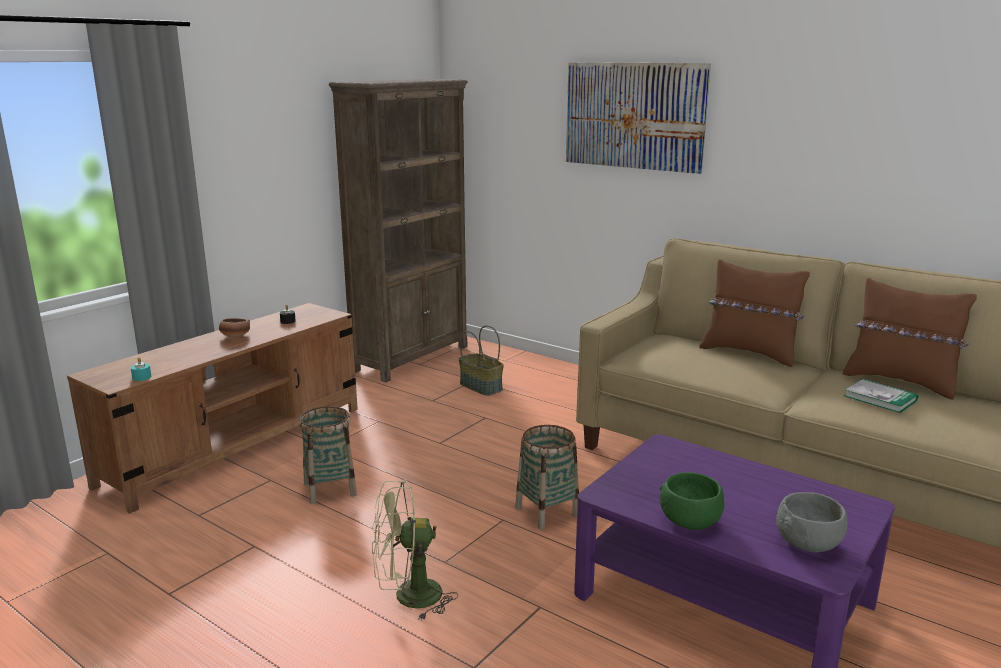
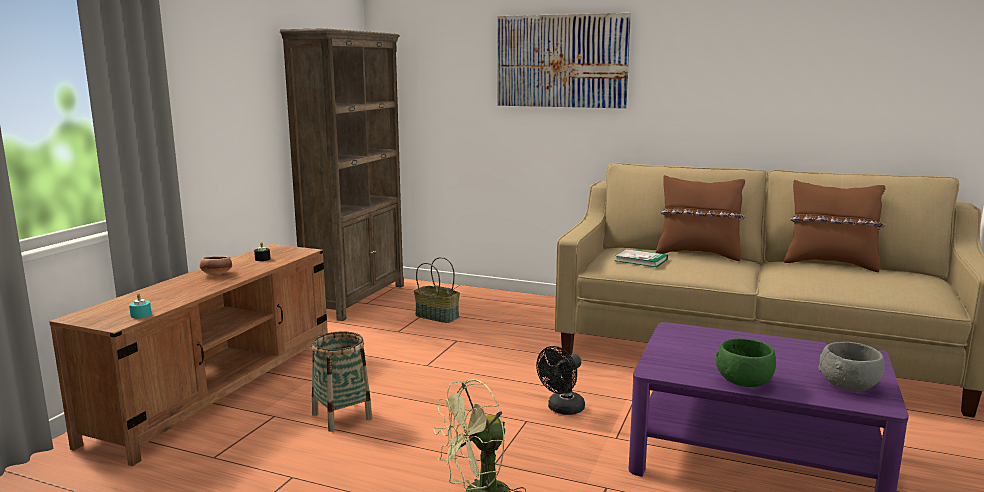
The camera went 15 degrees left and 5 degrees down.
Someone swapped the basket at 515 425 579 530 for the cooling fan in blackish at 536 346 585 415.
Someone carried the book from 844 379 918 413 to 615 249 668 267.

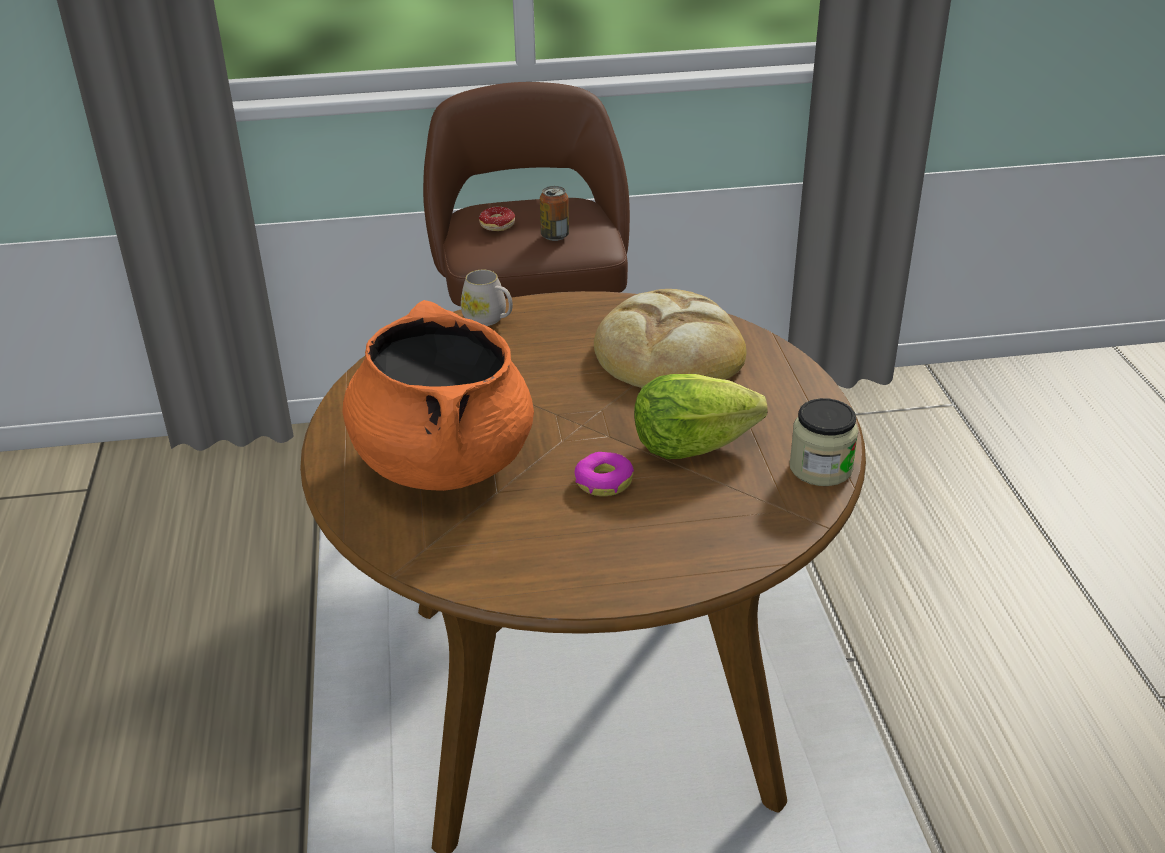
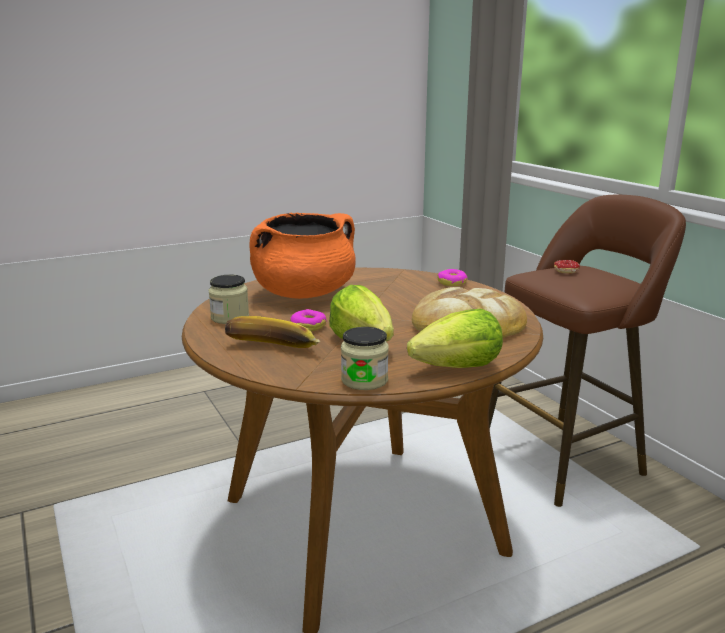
The camera went 70 degrees right and 15 degrees down.
Someone swapped the mug in white at 461 270 513 326 for the ring doughnut at 437 269 468 286.
Someone took away the sealed can at 540 186 569 241.
Someone put down the jar at 209 275 249 324.
Someone put down the banana at 225 316 320 348.
Someone put down the lettuce head at 407 309 503 368.

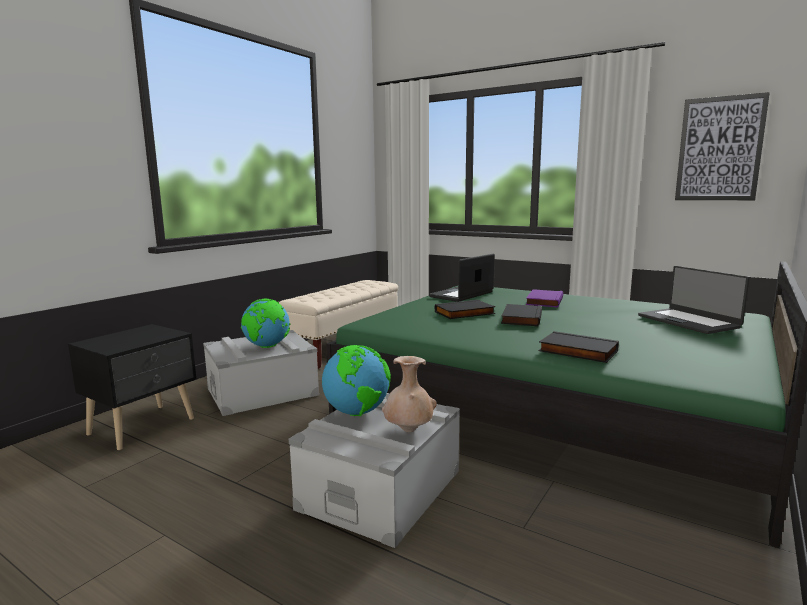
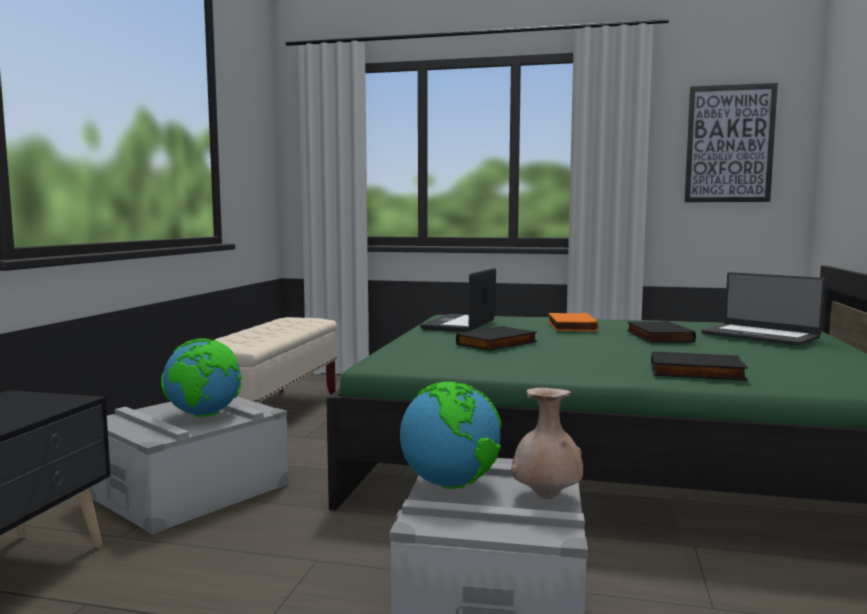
The camera went 20 degrees left and 5 degrees down.
Someone carried the book in blackish from 501 304 542 327 to 627 321 696 343.
Someone repainted the book in purple-coloured at 526 289 563 308, which became the book in orangey at 548 313 598 332.

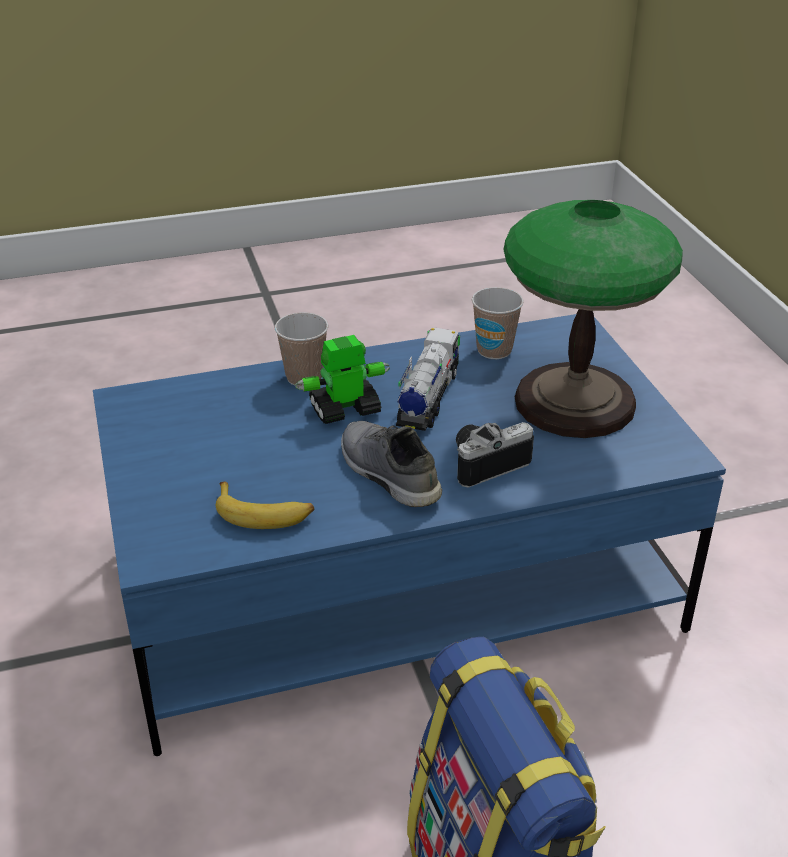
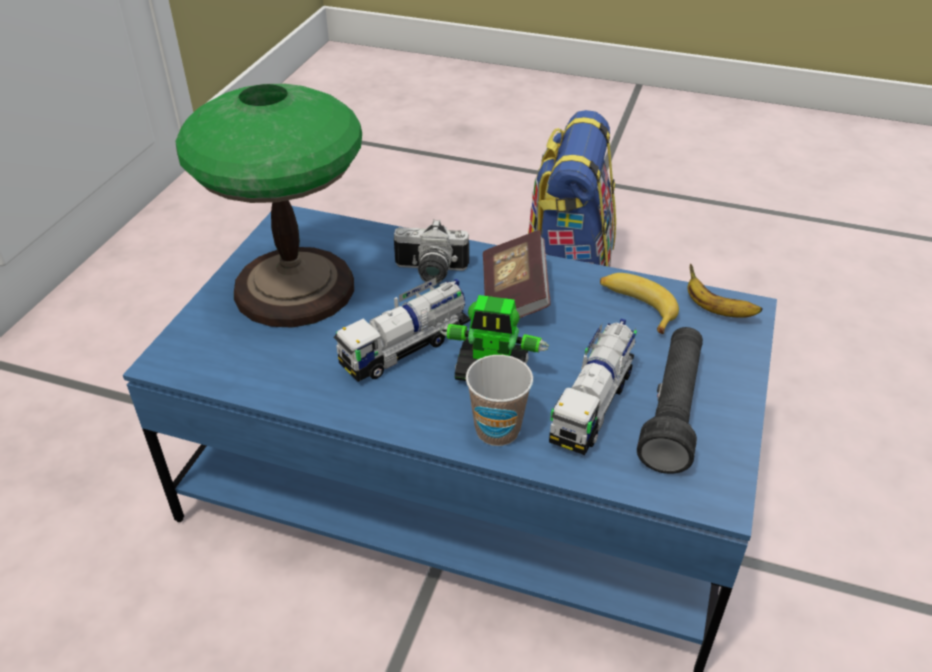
The camera went 145 degrees left and 5 degrees up.
Someone swapped the low shoe in grey at 341 421 442 507 for the book at 483 230 551 318.
Someone took away the drinking cup at 472 287 524 359.
Someone put down the model truck at 549 319 637 455.
Someone put down the torch in blackish at 637 327 703 474.
Someone put down the banana at 687 264 763 318.

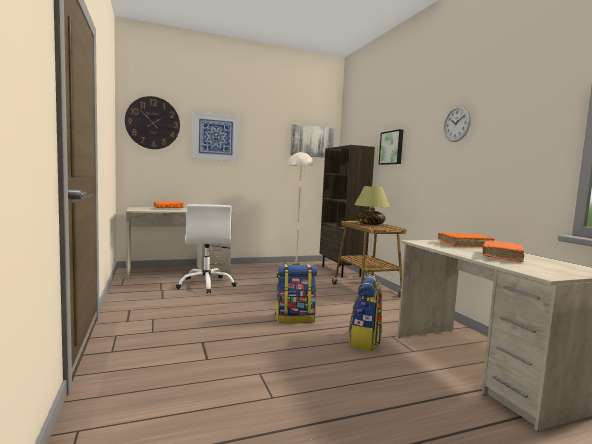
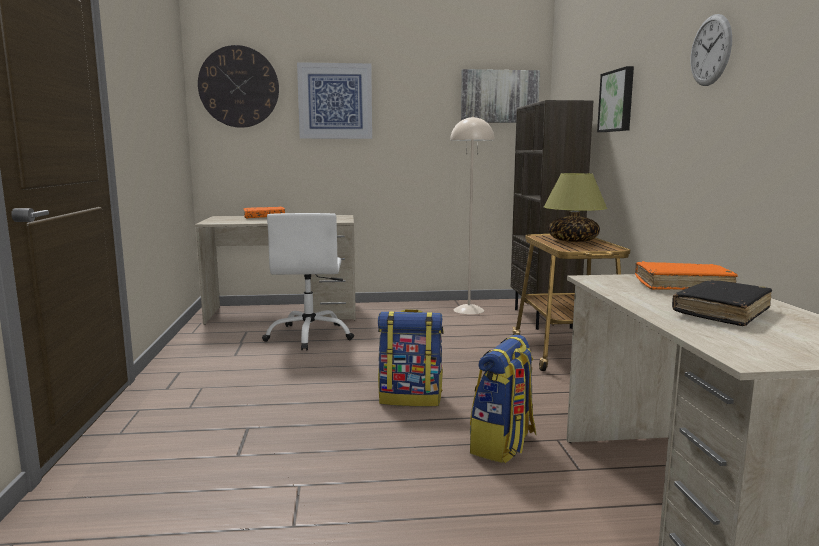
The camera went 15 degrees right and 5 degrees up.
Someone repainted the book in orangey at 483 241 524 262, which became the book in blackish at 672 280 772 326.

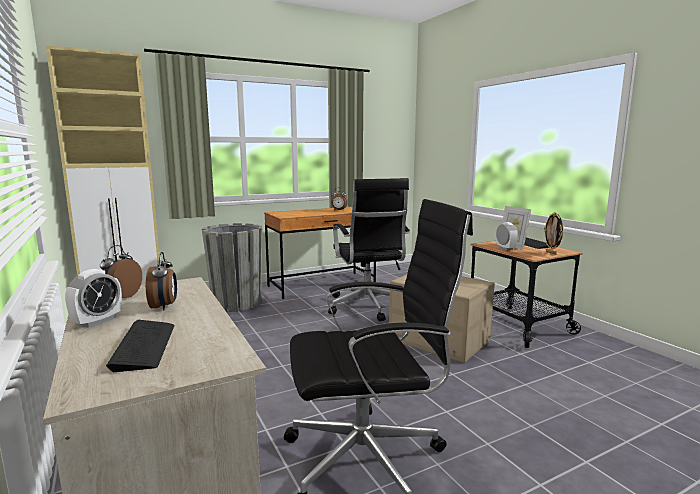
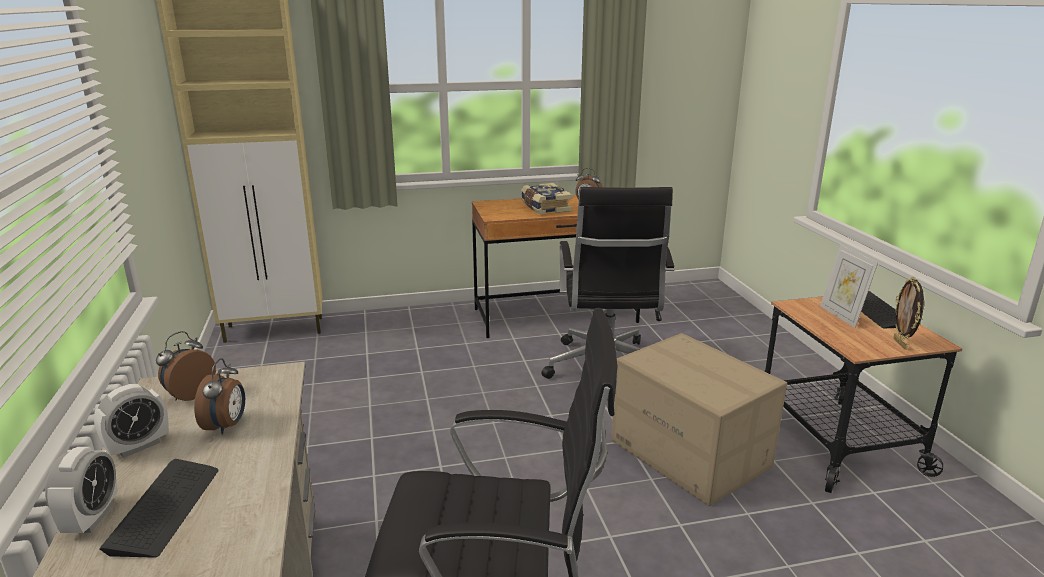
The camera went 15 degrees right and 10 degrees up.
Someone took away the flower pot in grey at 202 223 263 312.
Someone carried the alarm clock from 496 222 518 251 to 45 447 118 533.
Someone put down the book at 521 183 572 215.

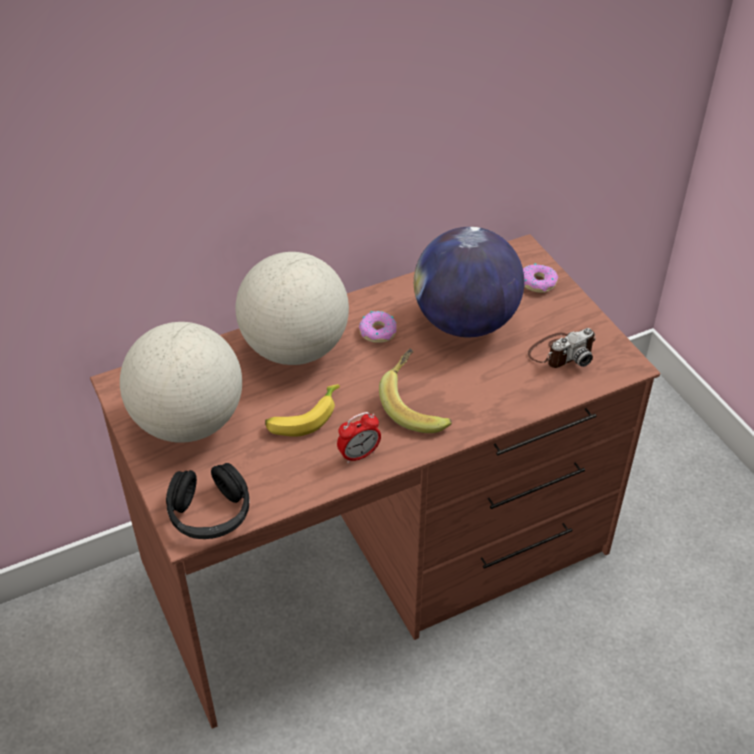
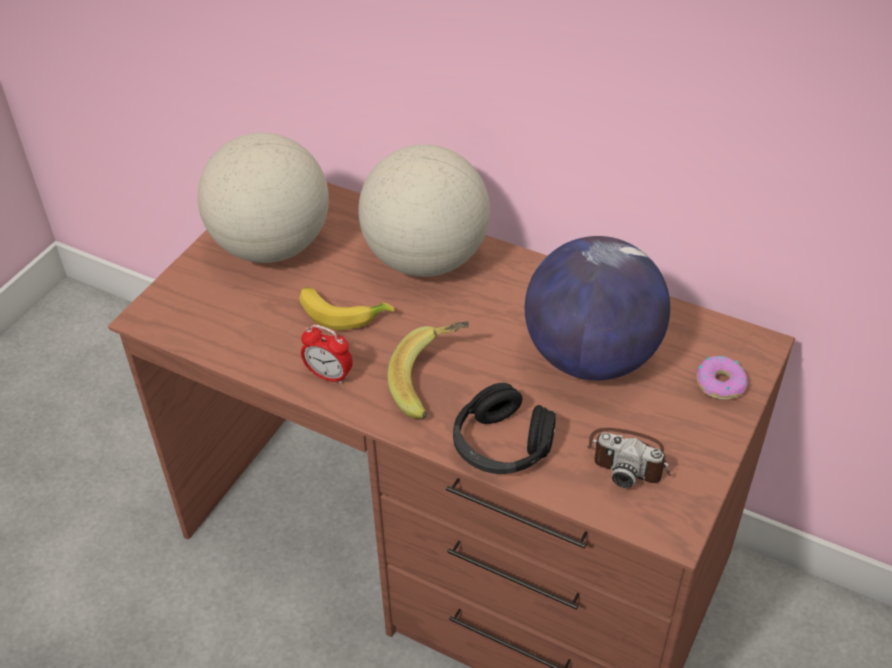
The camera went 55 degrees right and 0 degrees up.
Someone carried the pair of headphones in blackish from 166 463 249 539 to 453 383 556 474.
Someone took away the ring doughnut at 359 311 397 343.

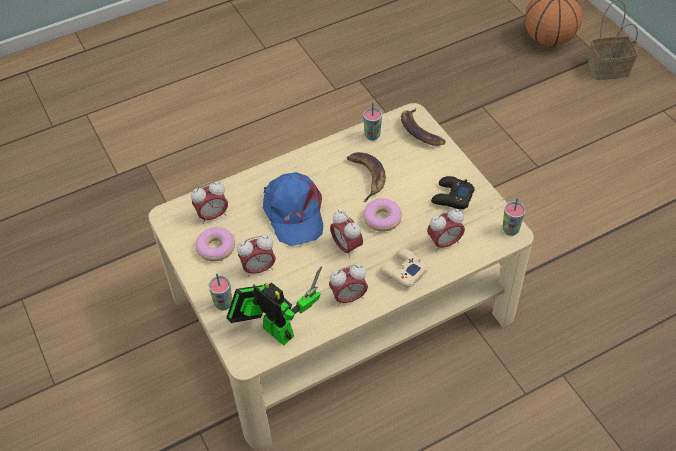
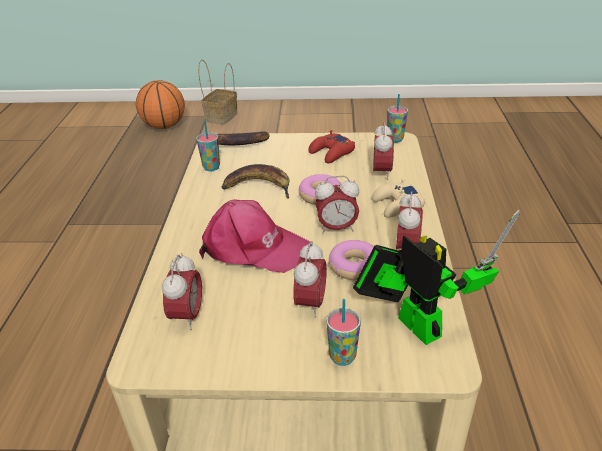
The camera went 60 degrees left and 15 degrees down.
Someone carried the ring doughnut from 196 227 235 261 to 329 240 374 280.
Someone rotated the model robot at 226 266 322 346 by 75 degrees clockwise.
Someone repainted the baseball cap in blue-coloured at 263 172 323 246, which became the baseball cap in pinkish at 199 199 310 273.
Someone repainted the game controller in blackish at 431 176 475 209, which became the game controller in red at 308 130 355 163.

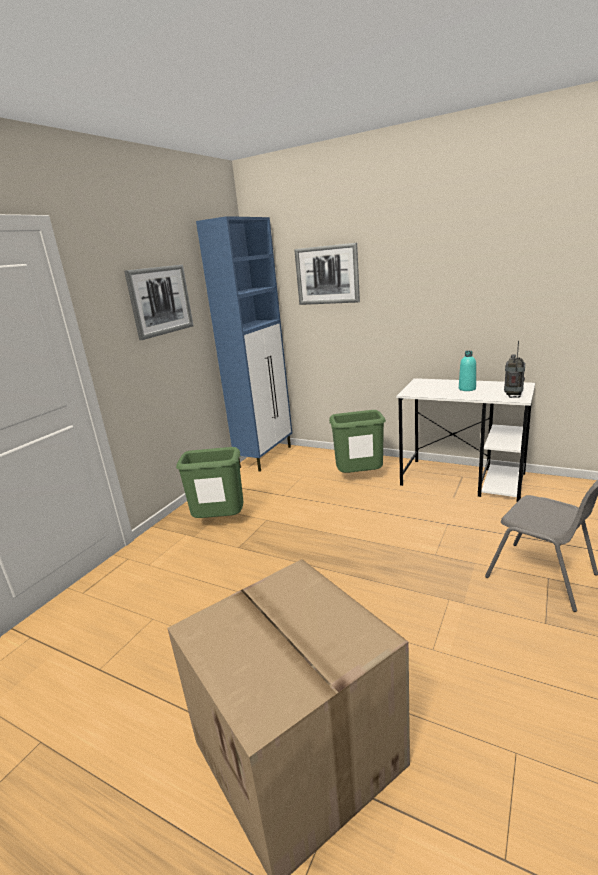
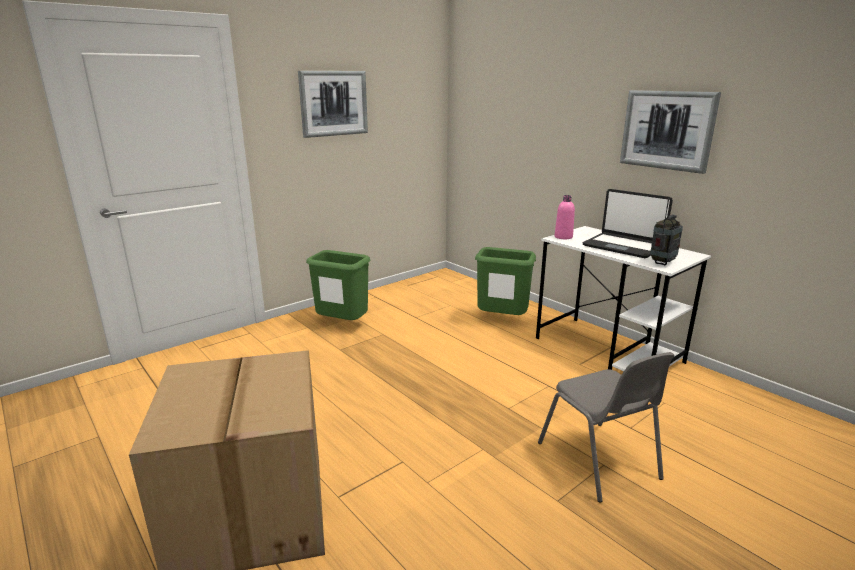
The camera went 20 degrees right and 0 degrees up.
Someone took away the storage cabinet in blue-coloured at 196 216 292 472.
Someone carried the wall art from 294 243 360 305 to 620 90 721 174.
Someone swapped the bottle in turquoise at 459 351 476 391 for the notebook computer at 583 189 673 258.
Someone put down the bottle in pinkish at 555 195 575 239.

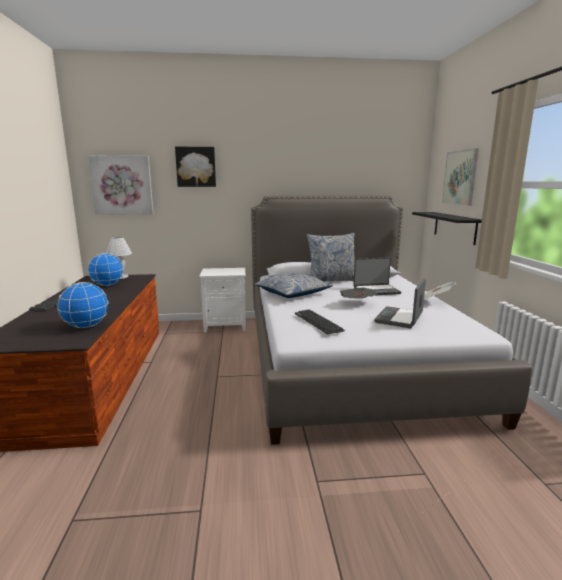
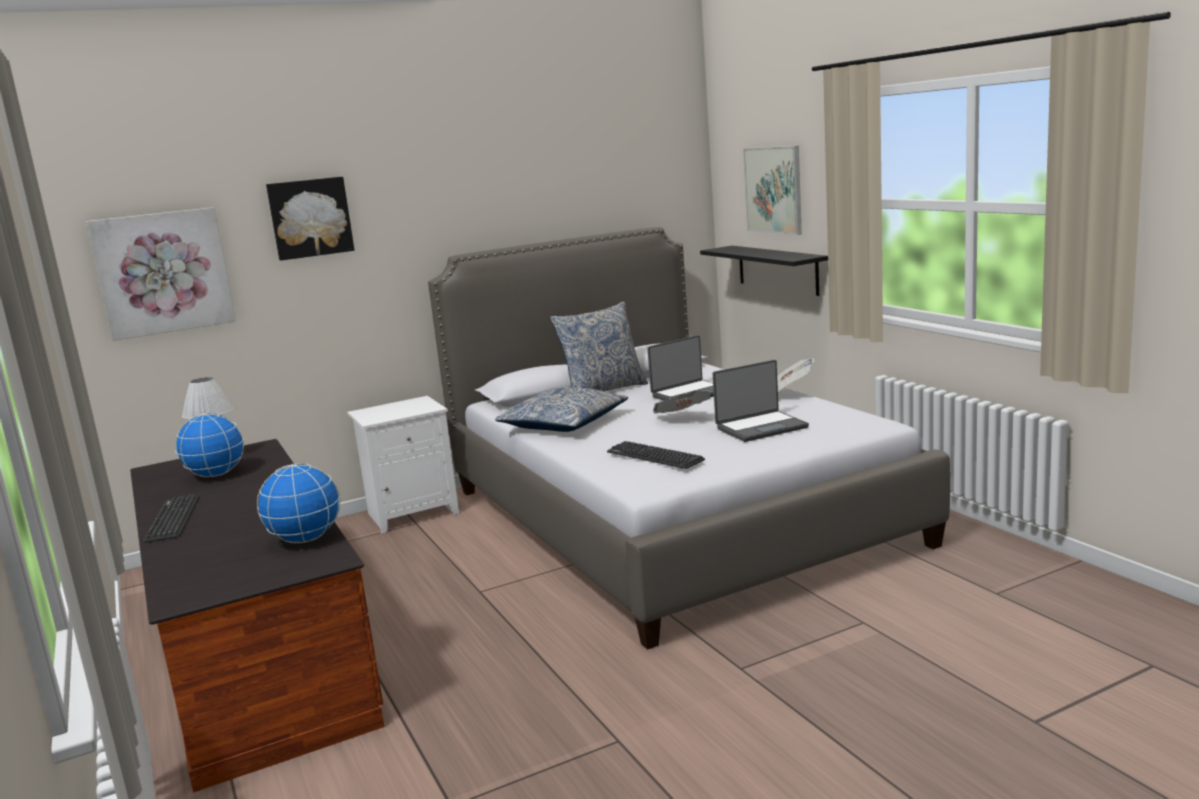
The camera went 20 degrees left and 0 degrees up.
Someone rotated the notebook computer at 374 278 426 328 by 120 degrees counterclockwise.

